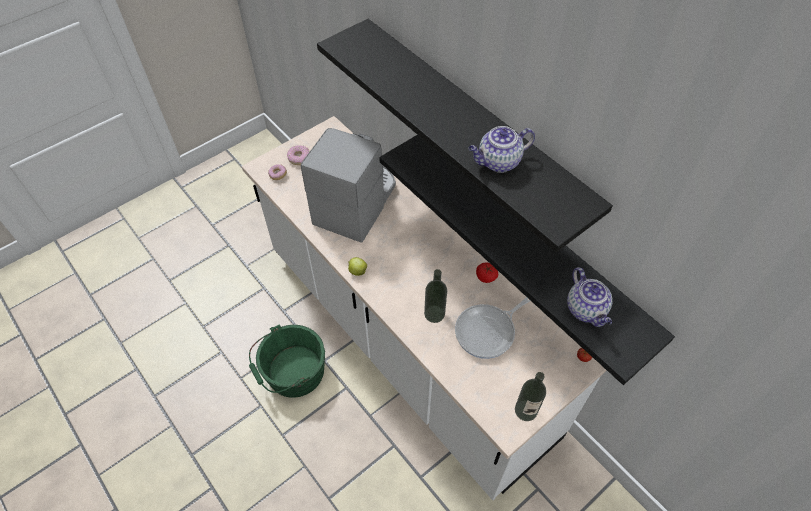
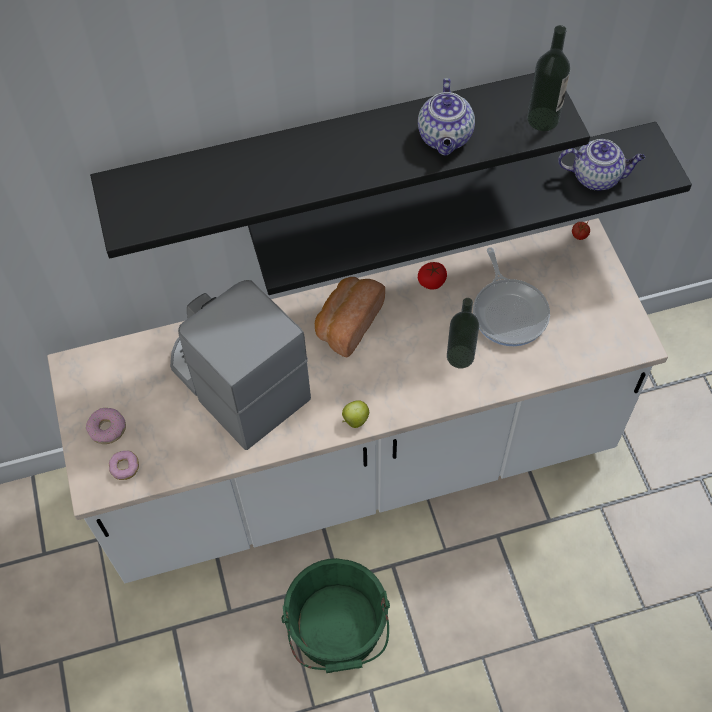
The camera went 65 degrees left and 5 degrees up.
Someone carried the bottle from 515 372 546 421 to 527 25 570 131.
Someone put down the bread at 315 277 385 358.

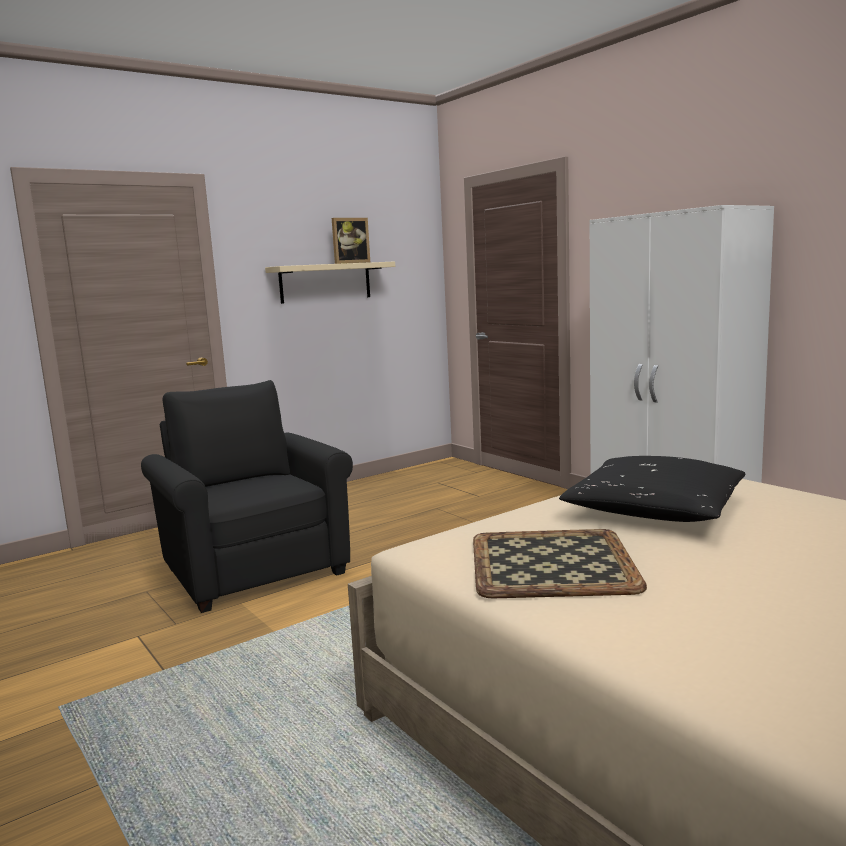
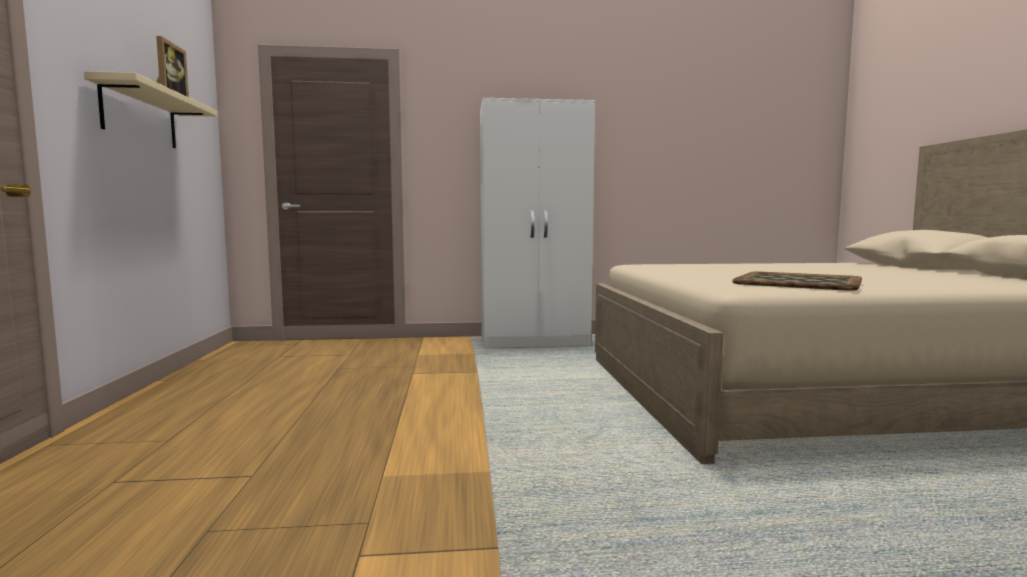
The camera went 60 degrees left and 5 degrees down.
Someone took away the armchair in blackish at 141 380 353 613.
Someone took away the throw pillow in blackish at 559 456 746 522.

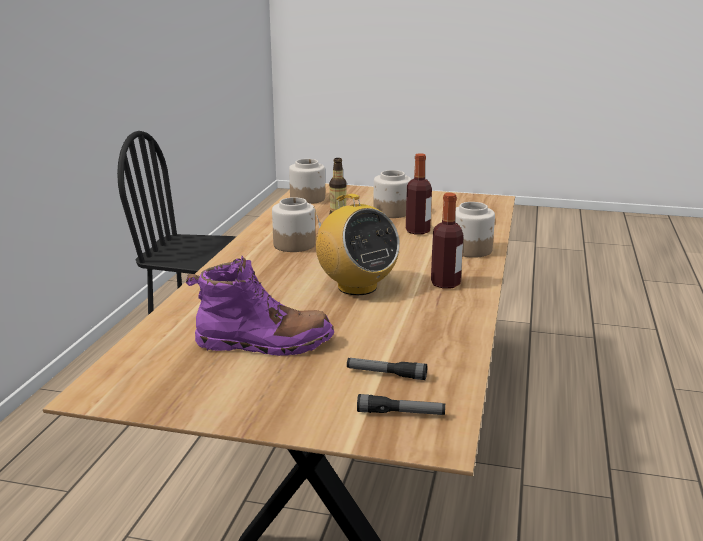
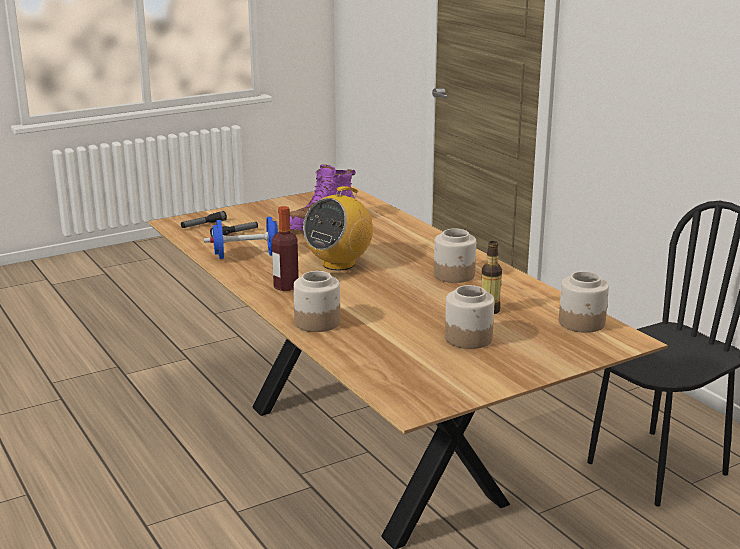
The camera went 135 degrees right and 0 degrees up.
Someone rotated the radio set at 313 194 400 295 by 60 degrees counterclockwise.
Someone took away the bottle at 406 153 432 235.
Someone put down the hand weight in blue-coloured at 204 217 278 259.

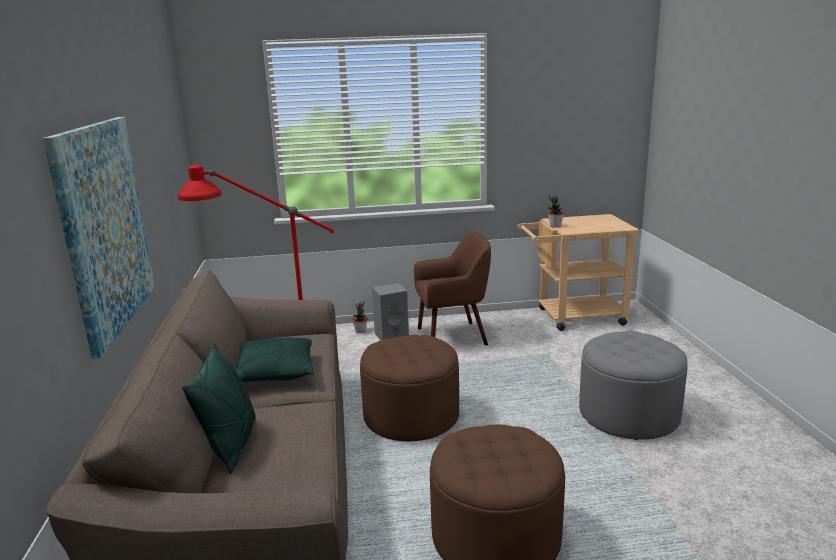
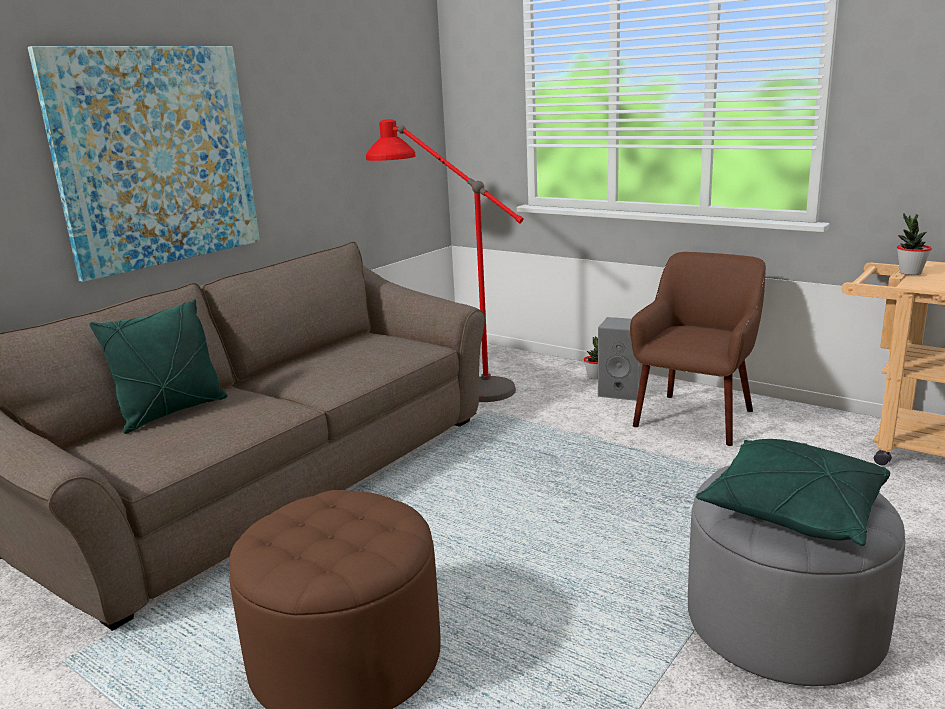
The camera went 45 degrees right and 0 degrees up.
Someone carried the throw pillow in greenish from 235 338 314 382 to 696 439 890 546.
Someone took away the ottoman in brown-coloured at 360 335 459 441.
Someone rotated the armchair in brown-coloured at 414 232 491 345 by 90 degrees counterclockwise.

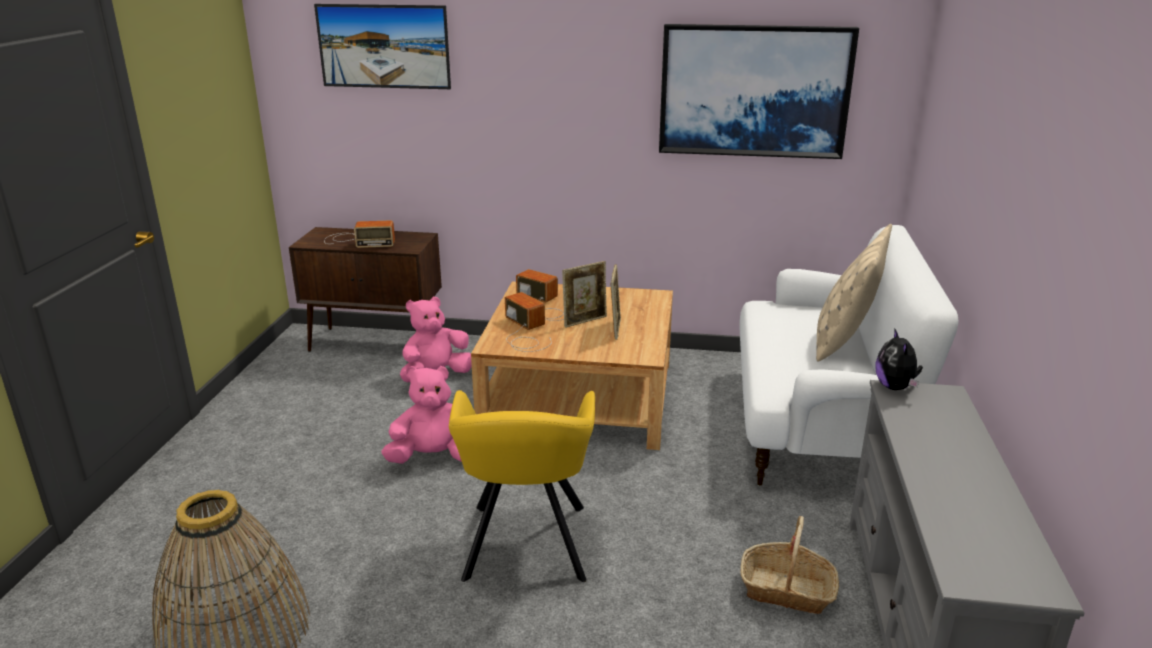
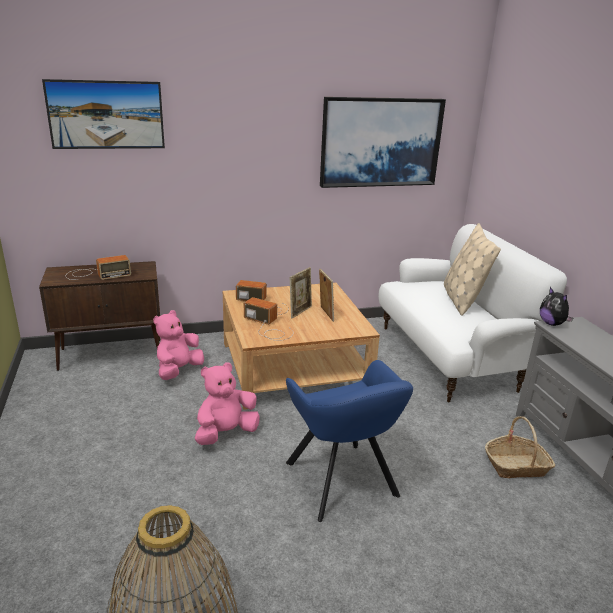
The camera went 25 degrees left and 0 degrees up.
Someone repainted the armchair in yellowish at 449 390 595 582, which became the armchair in blue-coloured at 286 360 413 522.

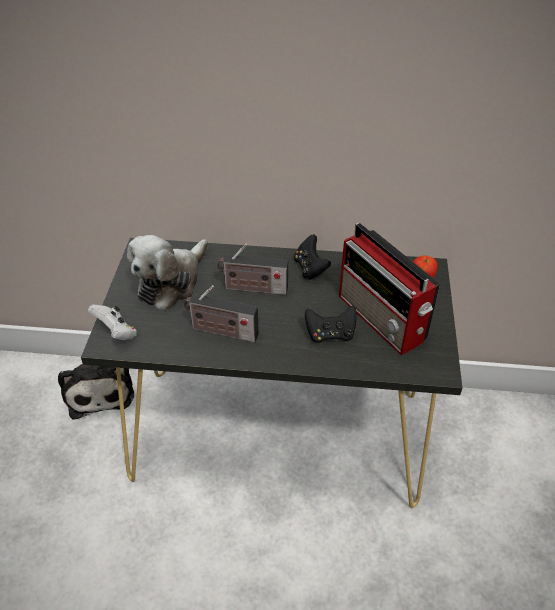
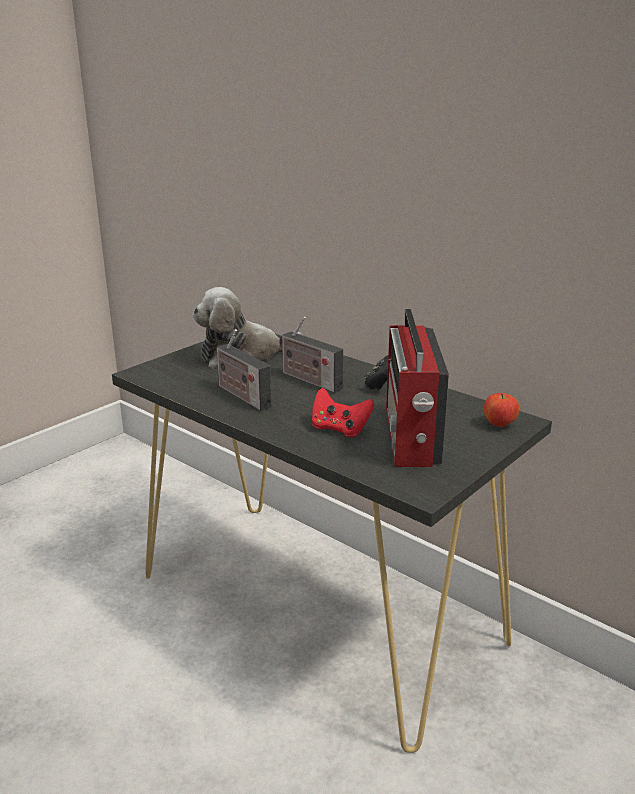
The camera went 35 degrees right and 20 degrees down.
Someone took away the cuddly toy at 58 363 134 419.
Someone took away the game controller in white at 88 305 137 340.
Someone repainted the game controller in blackish at 305 306 357 344, which became the game controller in red at 312 388 374 437.

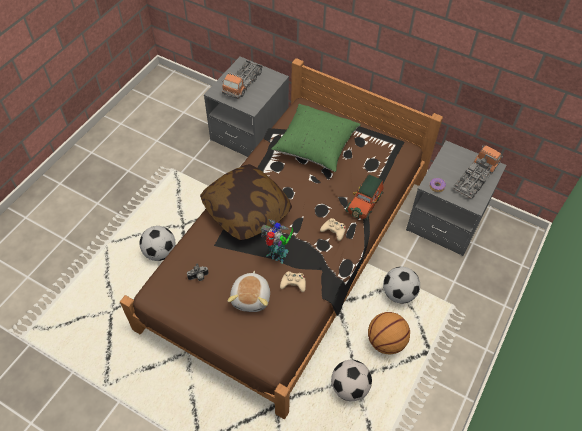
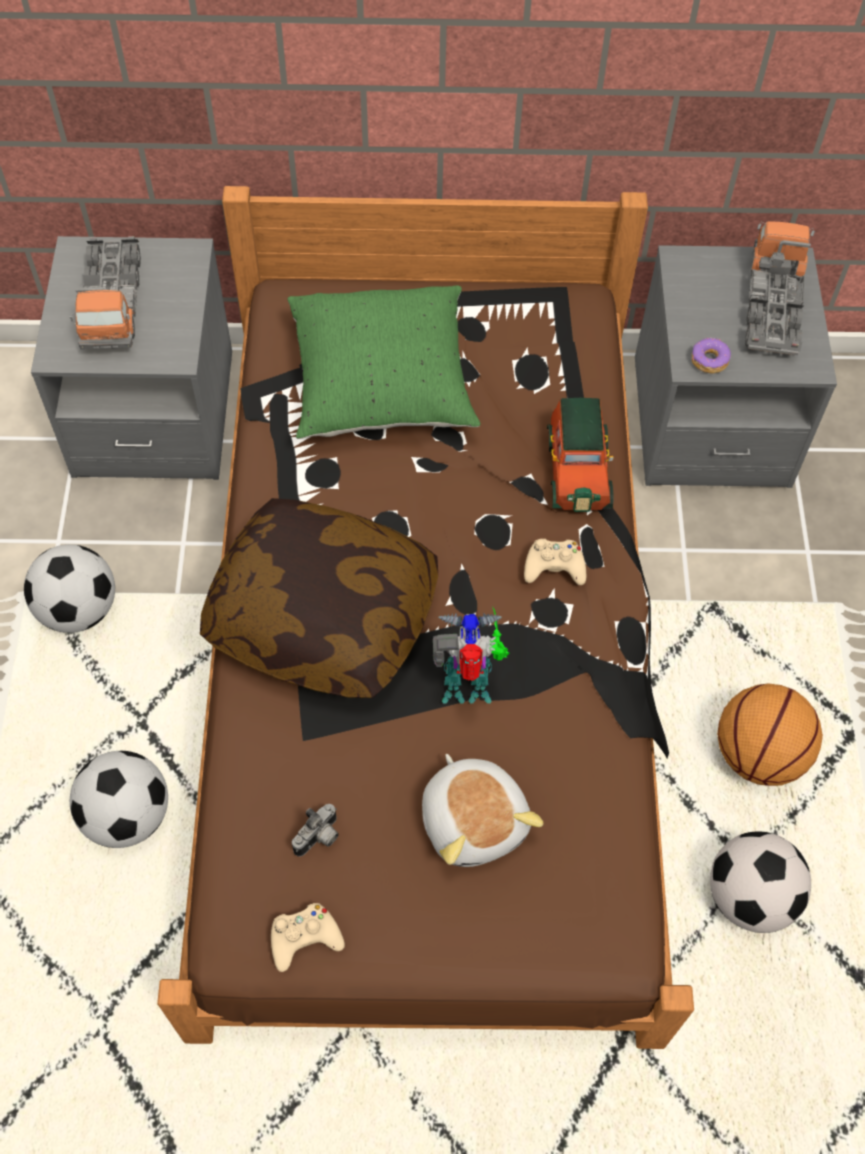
The camera went 30 degrees left and 5 degrees up.
Someone carried the game controller in beige from 280 271 306 292 to 271 903 345 972.
Someone carried the football from 383 267 420 303 to 24 544 115 633.

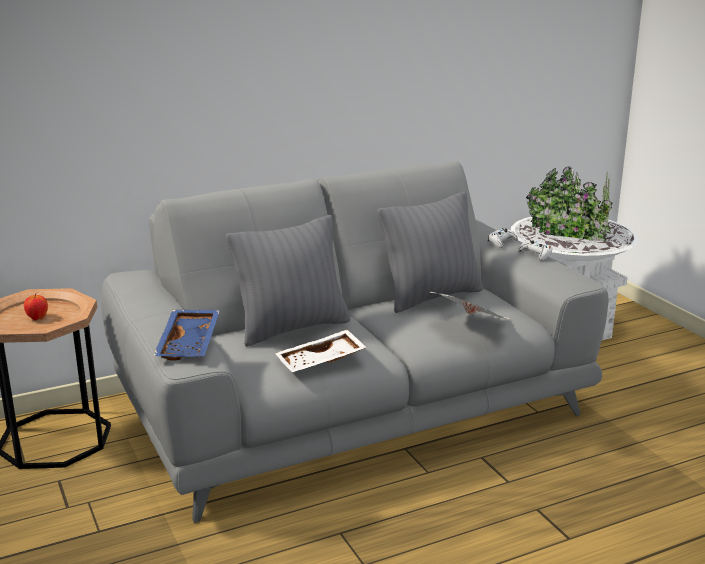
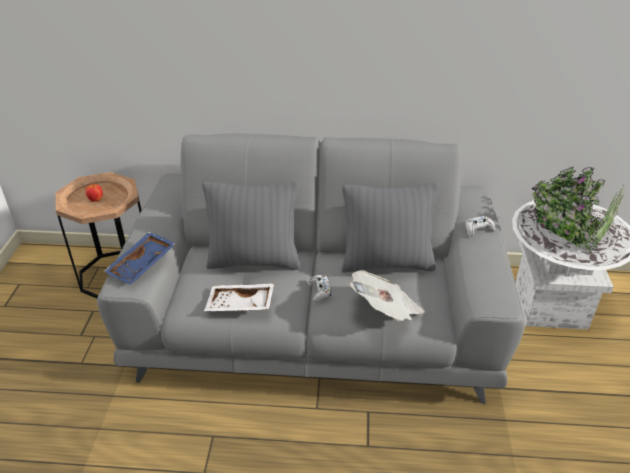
The camera went 30 degrees right and 15 degrees up.
Someone carried the game controller in white from 518 240 552 261 to 309 275 331 301.

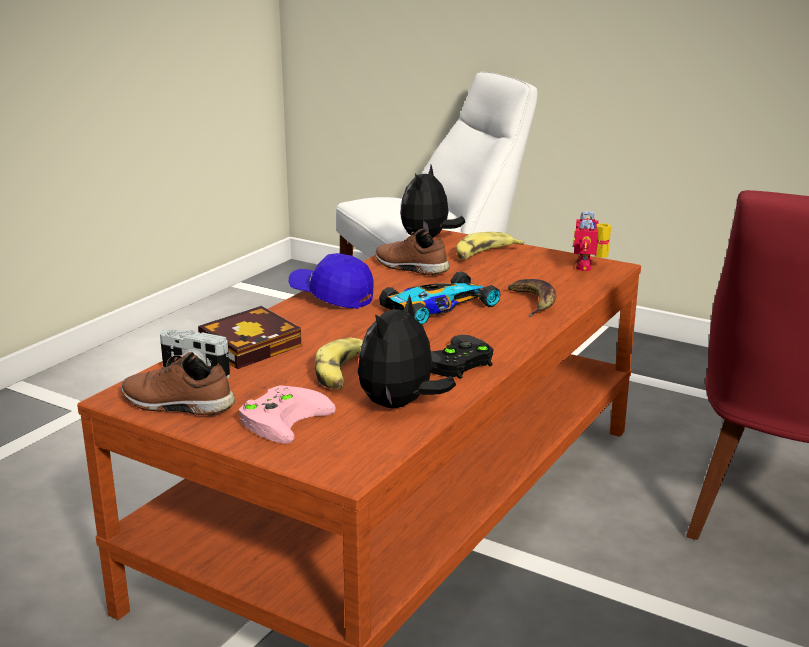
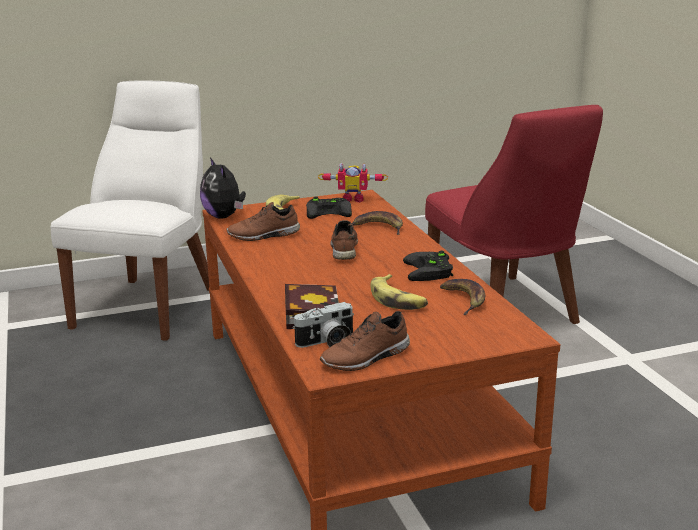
The camera went 50 degrees left and 0 degrees up.
Someone took away the game controller in pinkish at 239 385 336 444.
Someone took away the baseball cap in blue-coloured at 289 253 373 309.
Someone swapped the cuddly toy at 358 294 456 408 for the banana at 440 279 485 315.
Someone swapped the toy car at 379 272 501 325 for the low shoe in brown-coloured at 330 220 358 260.
Someone rotated the model robot at 573 211 611 271 by 45 degrees counterclockwise.
Someone put down the game controller in blackish at 306 196 352 219.

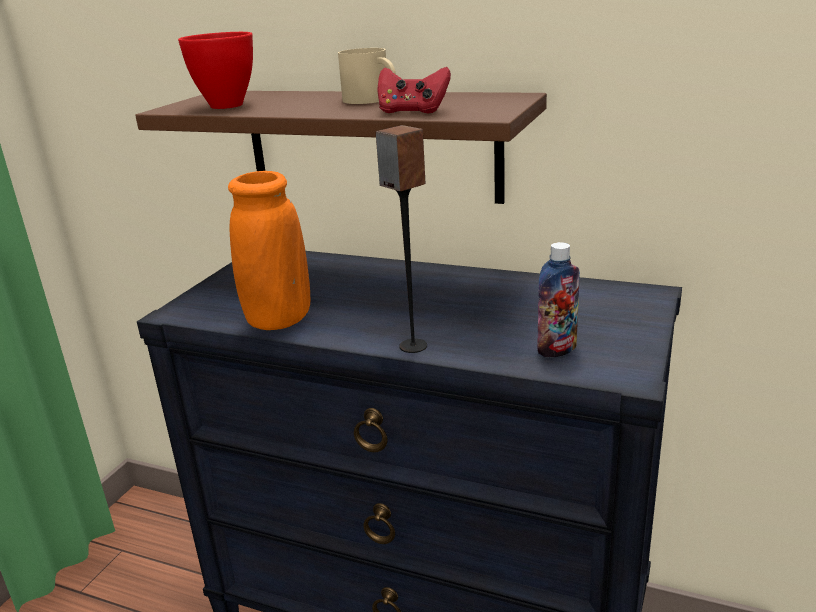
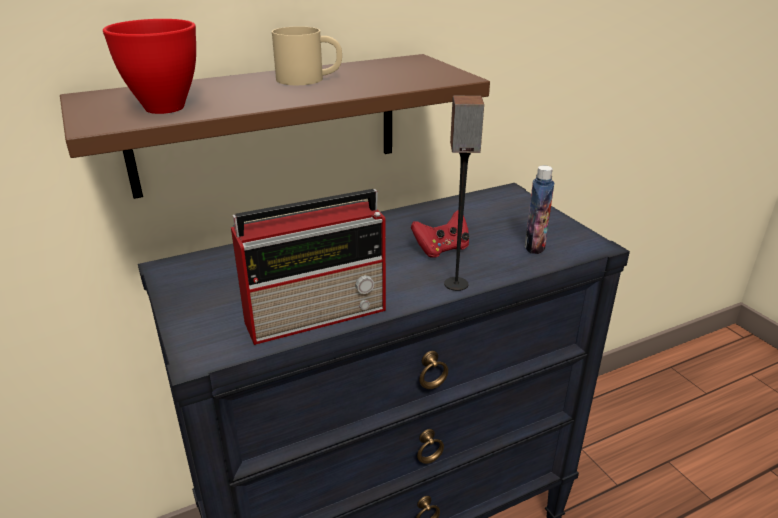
The camera went 50 degrees left and 5 degrees up.
Someone swapped the flower vase in orangey at 228 171 310 330 for the radio set at 231 189 386 345.
Someone carried the game controller in red from 377 67 451 114 to 411 210 469 258.

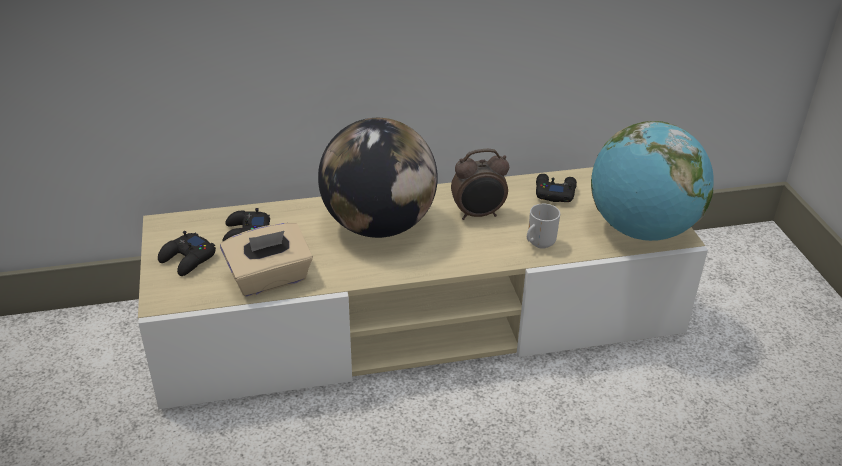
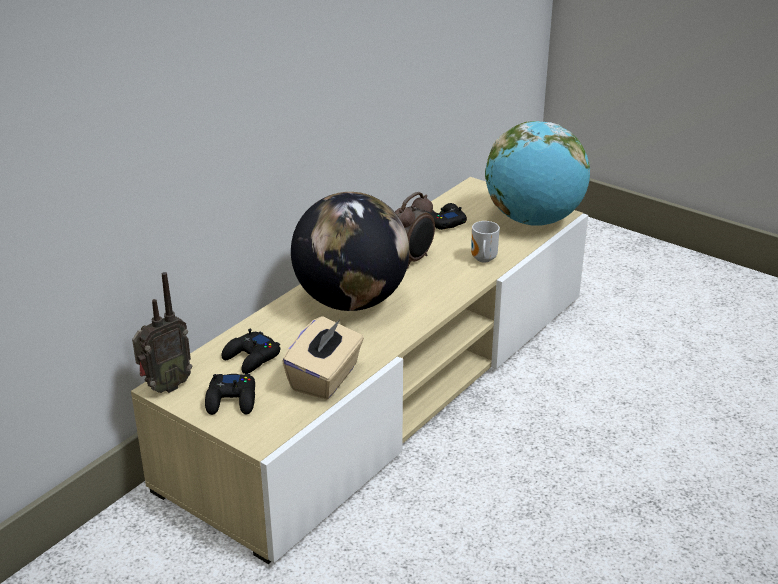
The camera went 40 degrees left and 5 degrees down.
Someone put down the radio set at 132 272 192 393.

